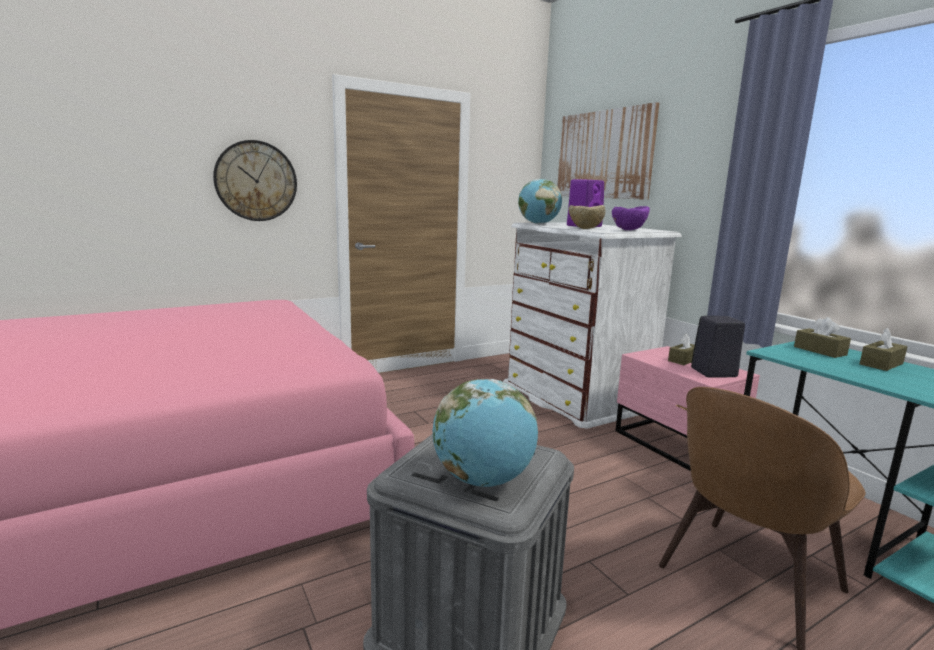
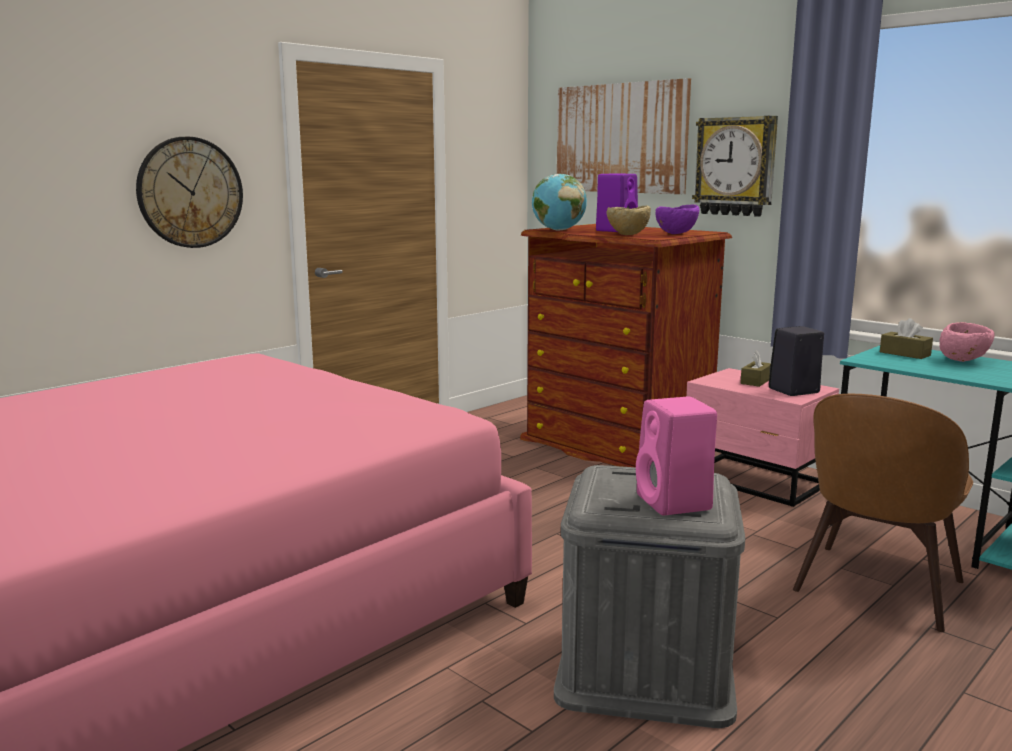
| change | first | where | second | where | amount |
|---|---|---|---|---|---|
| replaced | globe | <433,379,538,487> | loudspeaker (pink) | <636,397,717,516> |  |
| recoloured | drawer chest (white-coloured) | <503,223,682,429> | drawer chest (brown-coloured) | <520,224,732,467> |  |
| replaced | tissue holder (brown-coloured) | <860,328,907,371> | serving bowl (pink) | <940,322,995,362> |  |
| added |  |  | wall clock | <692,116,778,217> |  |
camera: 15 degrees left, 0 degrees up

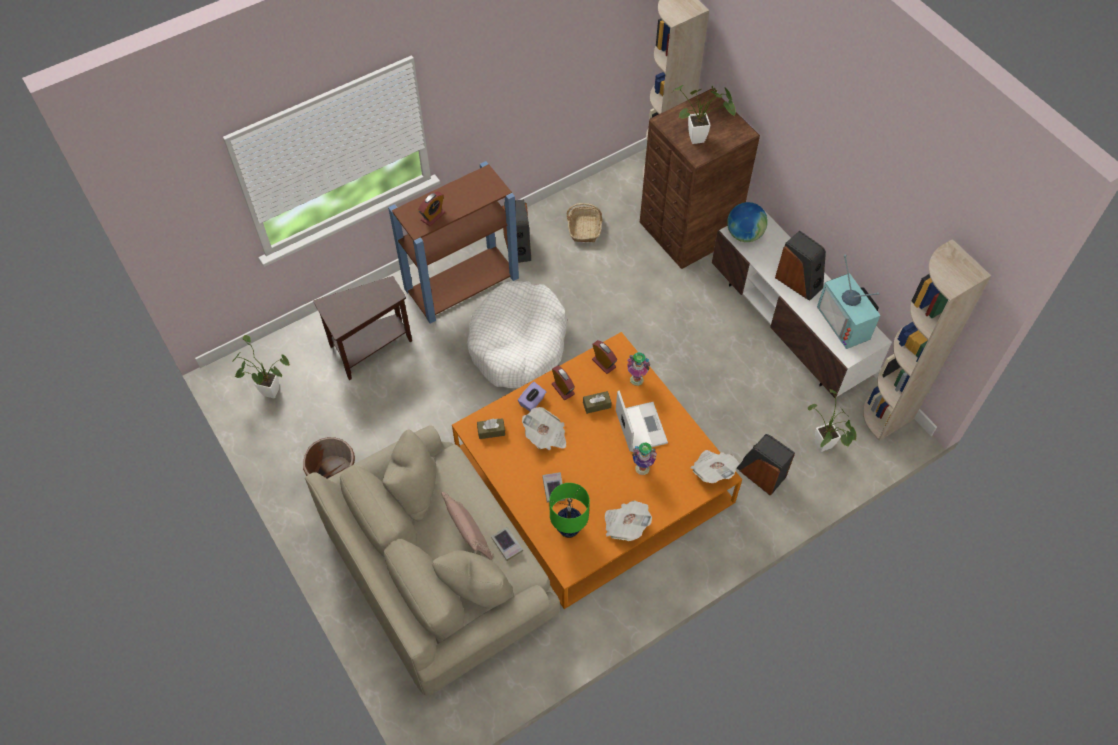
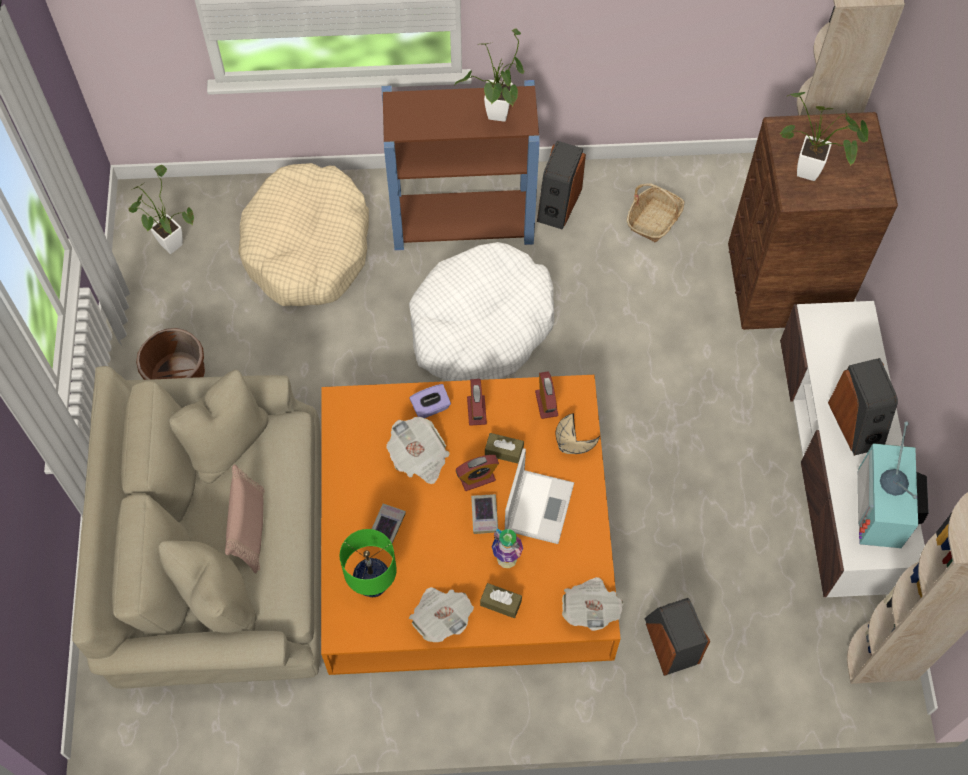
| change | first | where | second | where | amount |
|---|---|---|---|---|---|
| replaced | accent table (brown-coloured) | <313,276,412,380> | dog bed (beige) | <238,163,369,306> |  |
| moved | alarm clock | <418,192,445,226> |  | <456,455,499,491> |  |
| moved | tissue holder (brown-coloured) | <477,418,505,439> |  | <480,583,522,618> |  |
| moved | book | <491,527,523,561> |  | <471,494,498,534> |  |
| replaced | flower vase | <627,352,650,386> | serving bowl (beige) | <556,414,600,454> |  |
| removed | globe | <727,202,768,242> |  |  |  |
| moved | potted plant | <808,389,856,452> |  | <454,28,524,122> |  |
camera: 30 degrees right, 5 degrees up

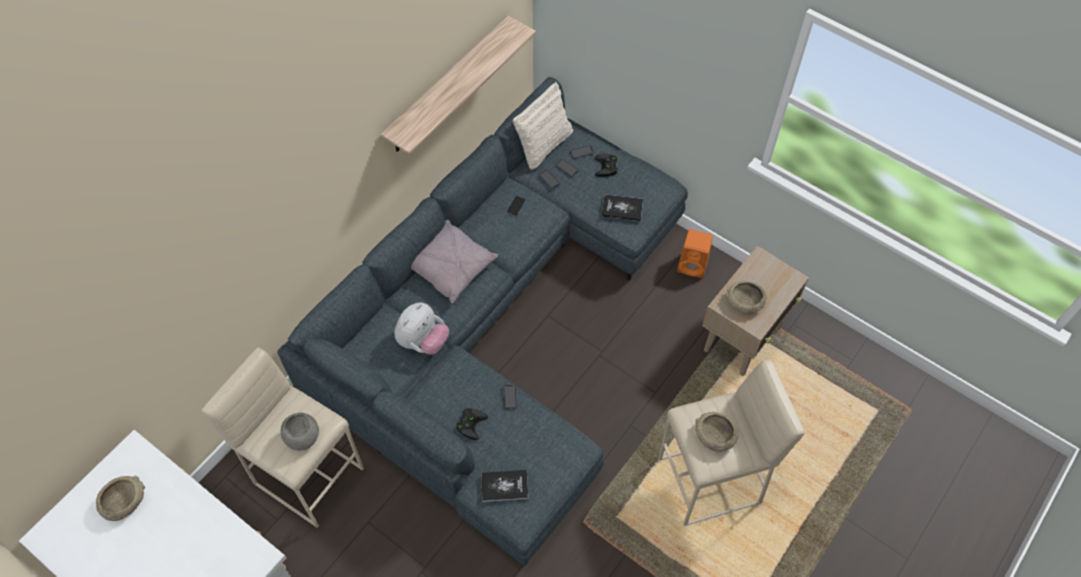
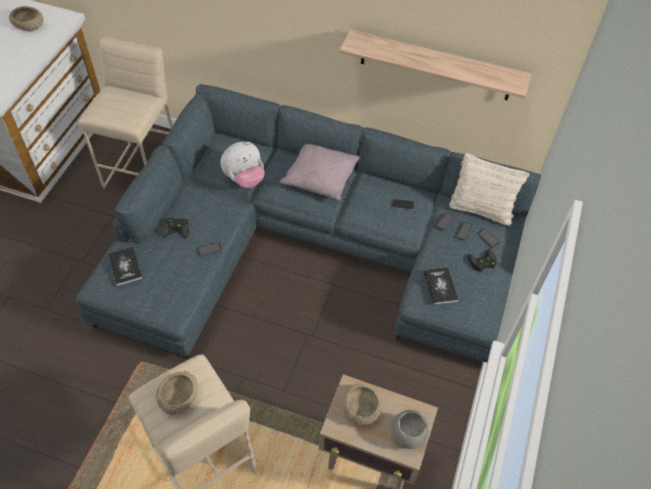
| change | first | where | second | where | amount |
|---|---|---|---|---|---|
| moved | serving bowl (grey) | <281,413,319,451> |  | <391,410,429,449> |  |
| turned | soft toy | <395,302,449,355> |  | <221,142,265,188> | 45 degrees counterclockwise |
| removed | loudspeaker (orange) | <677,229,713,278> |  |  |  |
camera: 70 degrees right, 5 degrees down

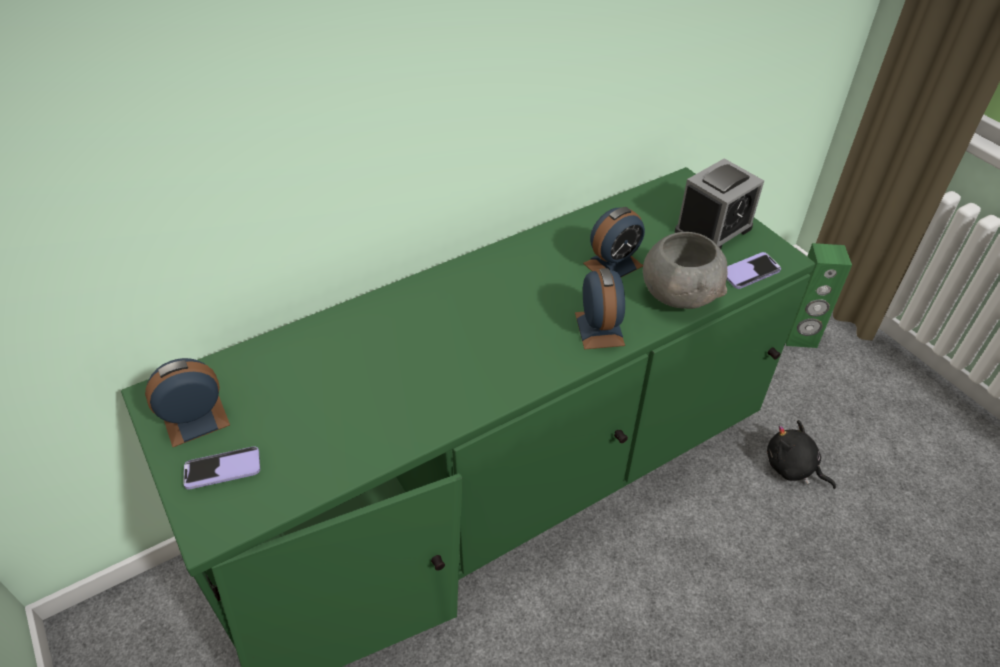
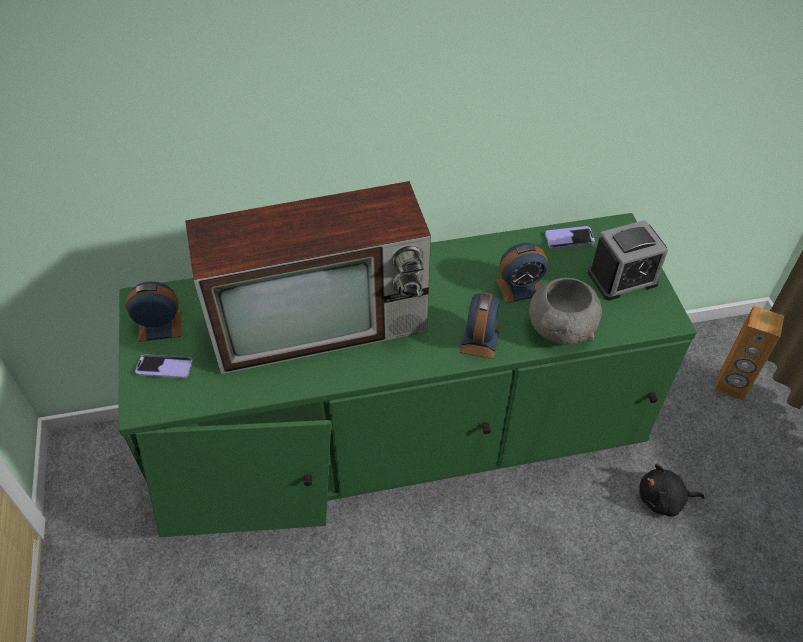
| change | first | where | second | where | amount |
|---|---|---|---|---|---|
| moved | telephone | <727,252,781,289> |  | <545,226,595,249> |  |
| turned | soft toy (black-coloured) | <767,420,836,489> |  | <639,464,704,517> | 60 degrees counterclockwise |
| recoloured | loudspeaker (greenish) | <786,243,852,348> | loudspeaker (brown-coloured) | <714,306,784,401> |  |
| added |  |  | television | <185,181,431,375> |  |
camera: 20 degrees right, 5 degrees up

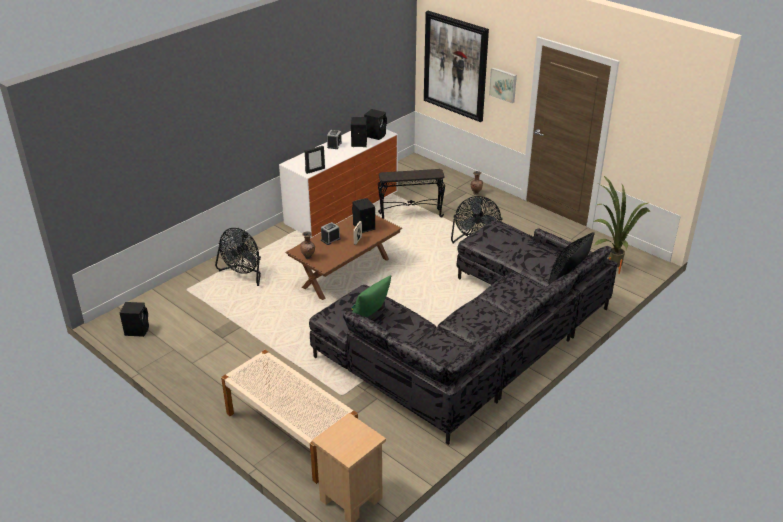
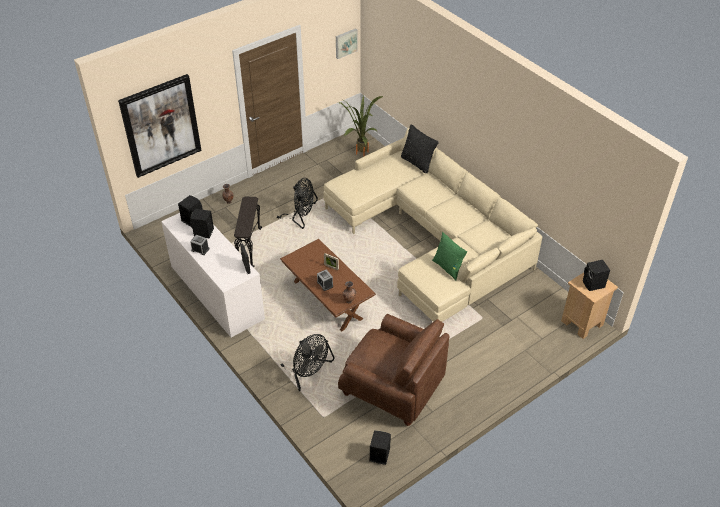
| change | first | where | second | where | amount |
|---|---|---|---|---|---|
| removed | bench (beige) | <221,350,358,484> |  |  |  |
| recoloured | settee (black-coloured) | <309,220,618,445> | settee (beige) | <323,128,543,322> |  |
| moved | loudspeaker (black-coloured) | <352,198,375,233> |  | <583,260,610,291> |  |
| moved | wall art | <489,67,517,103> |  | <336,28,358,59> |  |
| added |  |  | armchair (brown-coloured) | <338,314,449,426> |  |
camera: 80 degrees left, 10 degrees up

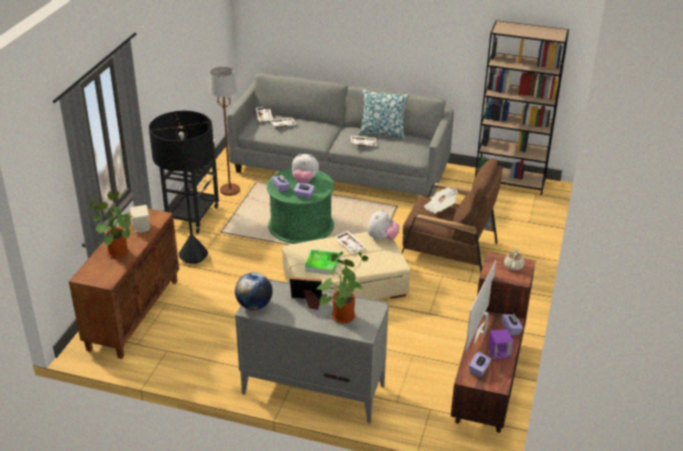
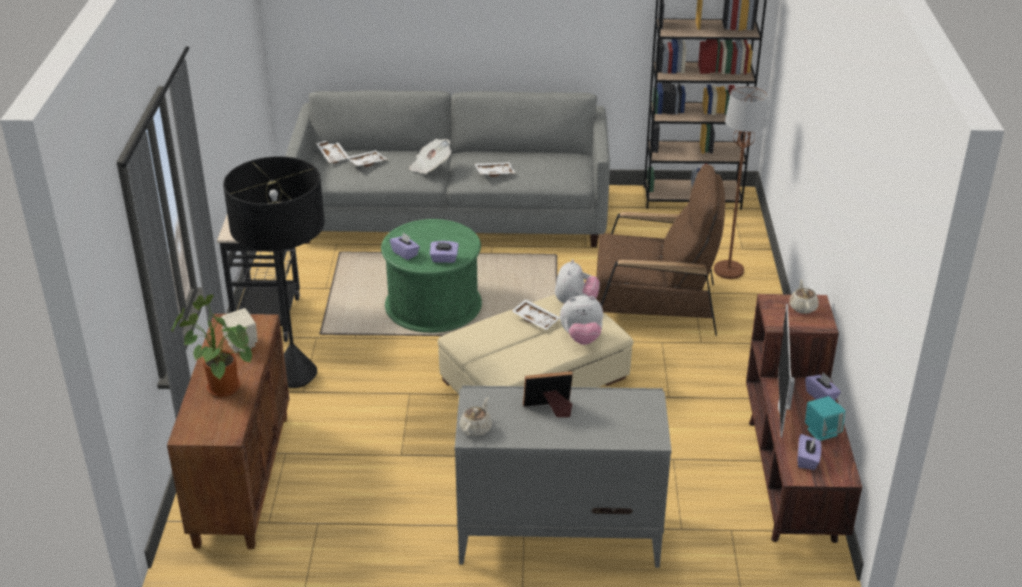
| change | first | where | second | where | amount |
|---|---|---|---|---|---|
| moved | standing lamp (brown-coloured) | <209,67,240,196> |  | <714,86,767,279> |  |
| replaced | globe | <235,272,273,310> | teapot (beige) | <460,397,492,436> |  |
| moved | soft toy | <292,154,319,183> |  | <560,296,603,345> |  |
| removed | carrying tray | <305,249,340,275> |  |  |  |
| removed | potted plant | <317,252,369,324> |  |  |  |
| removed | pillow | <358,89,409,139> |  |  |  |
| moved | printed paper | <424,188,458,214> |  | <409,139,451,175> |  |
| recoloured | loudspeaker (purple-coloured) | <489,329,513,359> | loudspeaker (turquoise-coloured) | <805,396,845,441> |  |
camera: 15 degrees left, 0 degrees up

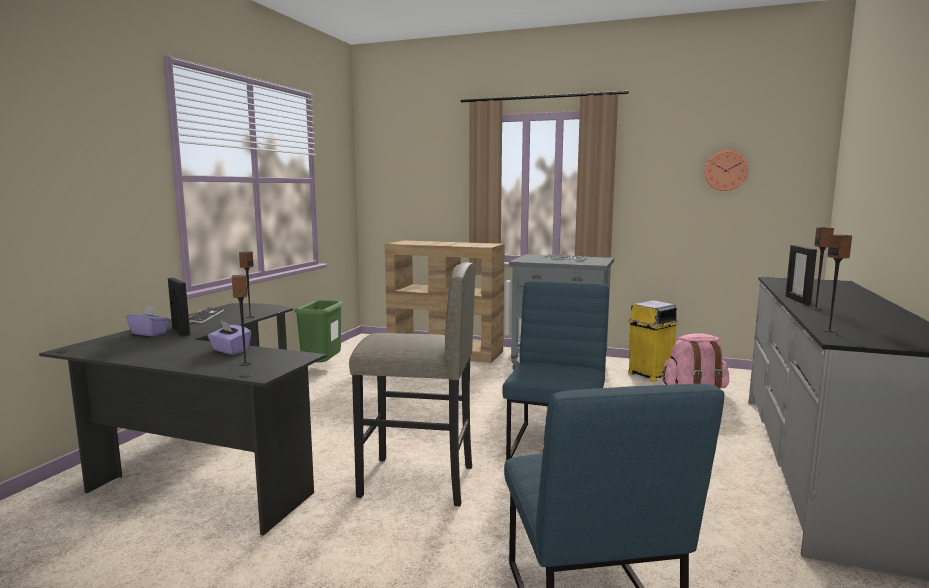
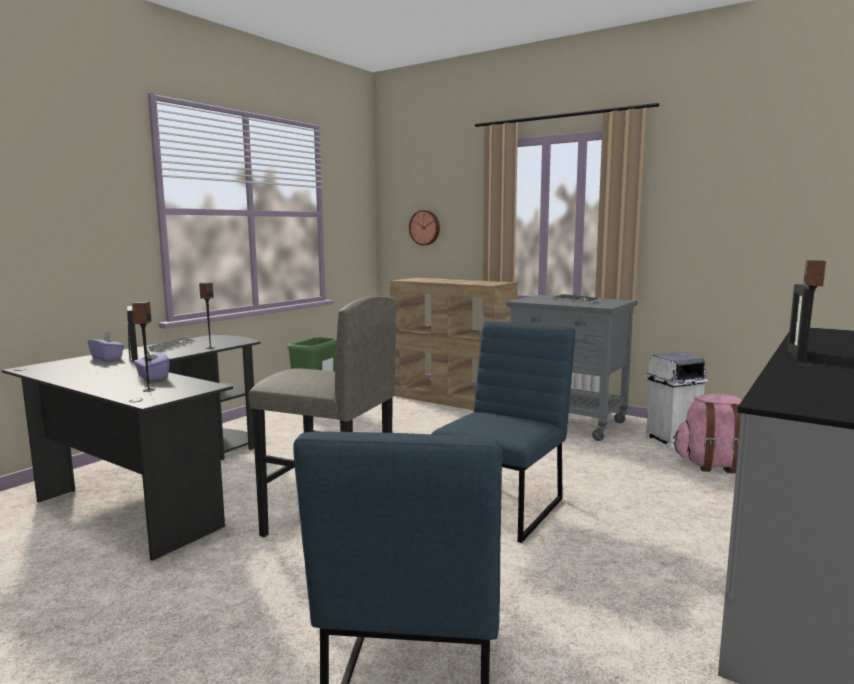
| change | first | where | second | where | amount |
|---|---|---|---|---|---|
| recoloured | waste bin (yellow) | <628,300,679,382> | waste bin (white-coloured) | <645,352,708,449> |  |
| moved | wall clock | <705,150,748,191> |  | <409,210,440,245> |  |
| removed | loudspeaker | <823,235,852,332> |  |  |  |
camera: 15 degrees right, 0 degrees up

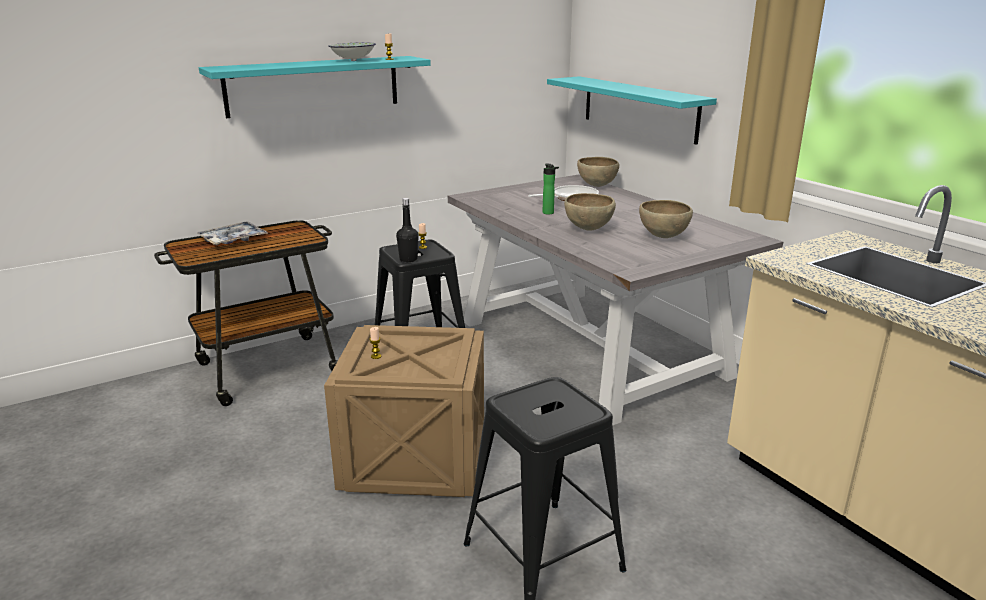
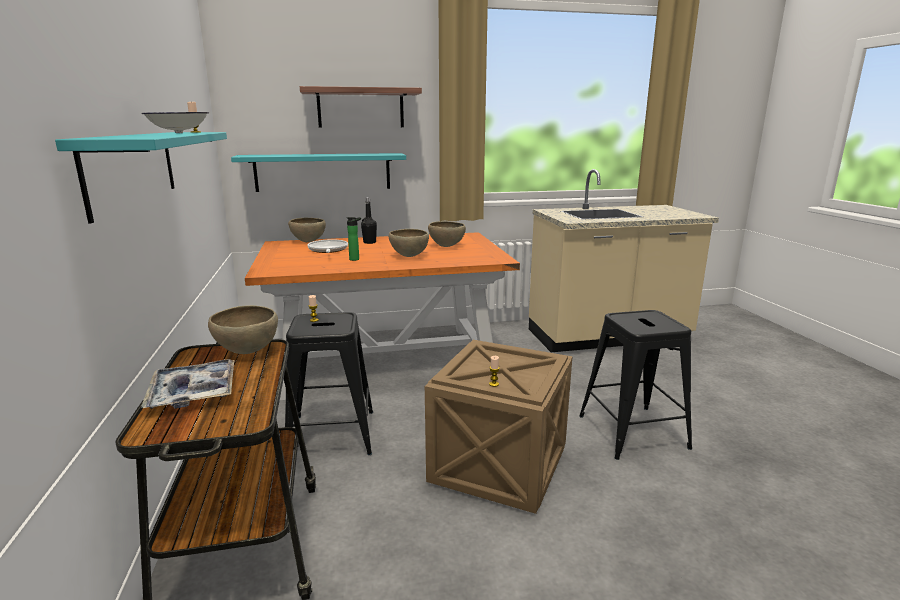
| change | first | where | second | where | amount |
|---|---|---|---|---|---|
| moved | beverage bottle (black-coloured) | <396,198,419,262> |  | <361,197,377,244> |  |
| recoloured | kitchen table (grey) | <448,174,783,425> | kitchen table (orange) | <245,232,520,400> |  |
| added |  |  | serving bowl (brown-coloured) | <208,305,278,354> |  |
| added |  |  | bracket shelf | <300,86,422,128> |  |
camera: 70 degrees left, 5 degrees down

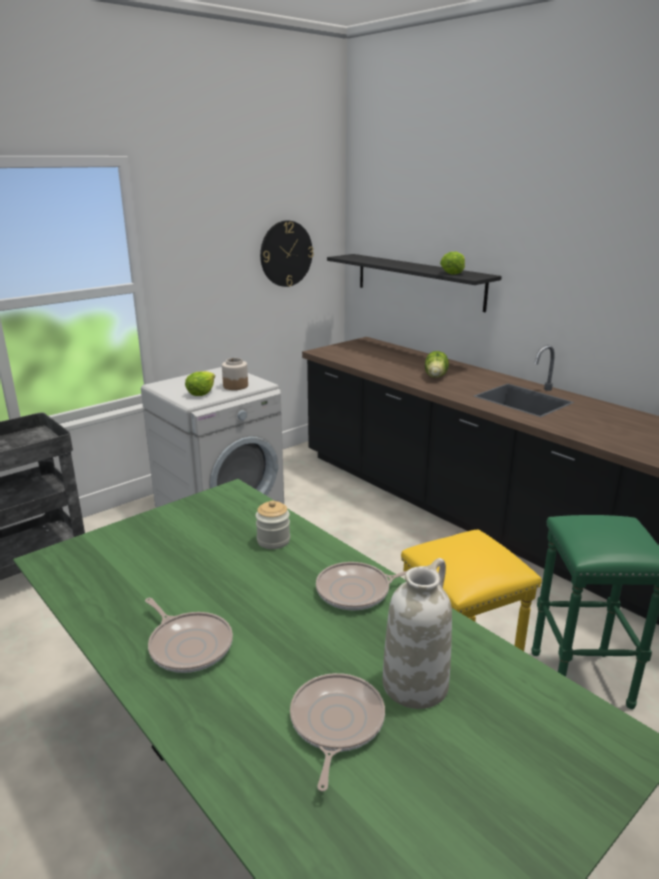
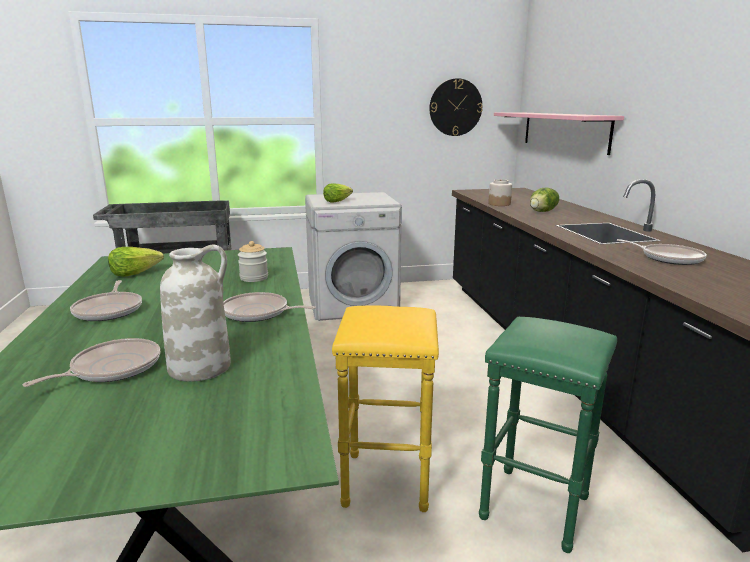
| change | first | where | second | where | amount |
|---|---|---|---|---|---|
| moved | jar | <222,358,248,390> |  | <488,179,512,206> |  |
| recoloured | bracket shelf (black-coloured) | <327,254,502,312> | bracket shelf (pink) | <494,113,624,155> |  |
| moved | lettuce | <440,252,465,275> |  | <108,247,164,277> |  |
| added |  |  | frying pan | <617,239,707,265> |  |
camera: 30 degrees right, 5 degrees down

